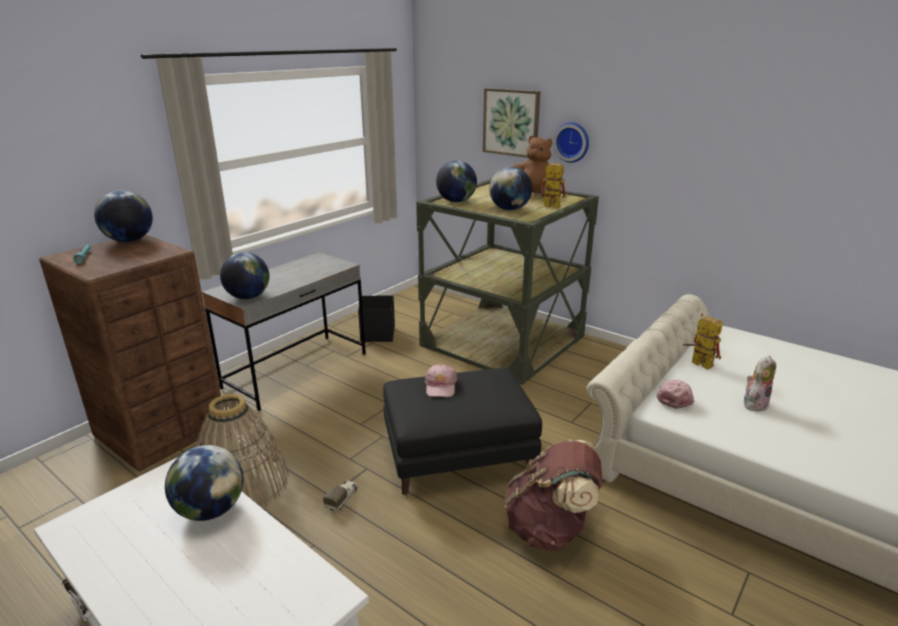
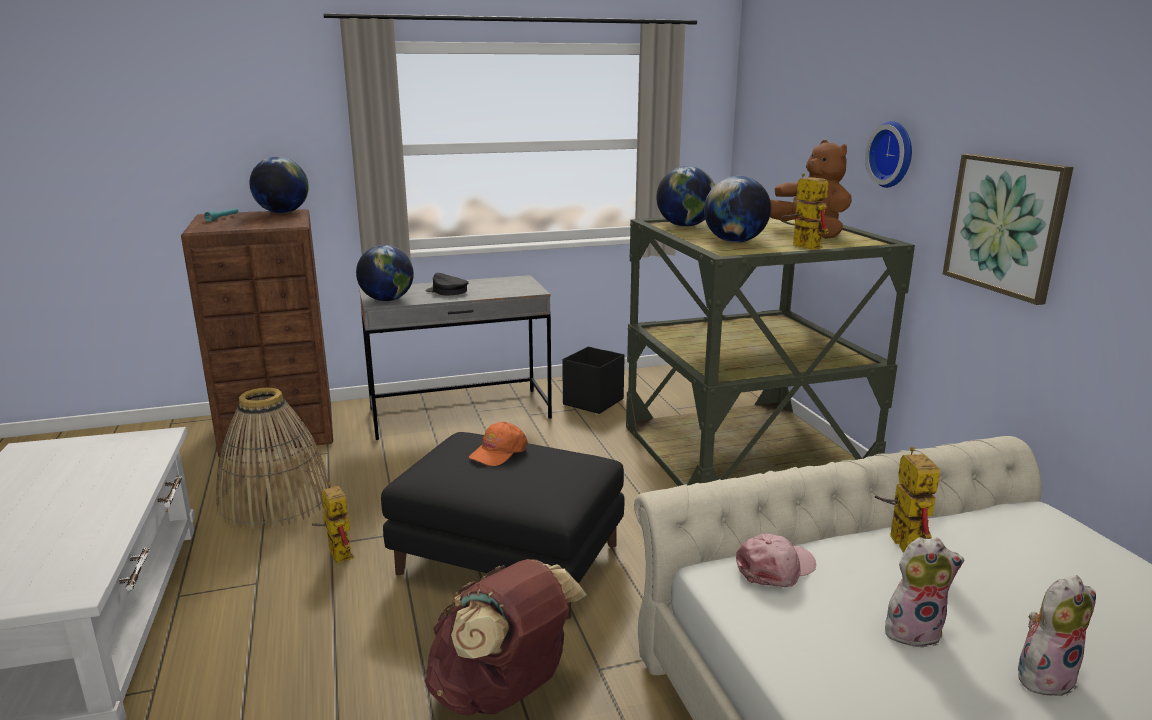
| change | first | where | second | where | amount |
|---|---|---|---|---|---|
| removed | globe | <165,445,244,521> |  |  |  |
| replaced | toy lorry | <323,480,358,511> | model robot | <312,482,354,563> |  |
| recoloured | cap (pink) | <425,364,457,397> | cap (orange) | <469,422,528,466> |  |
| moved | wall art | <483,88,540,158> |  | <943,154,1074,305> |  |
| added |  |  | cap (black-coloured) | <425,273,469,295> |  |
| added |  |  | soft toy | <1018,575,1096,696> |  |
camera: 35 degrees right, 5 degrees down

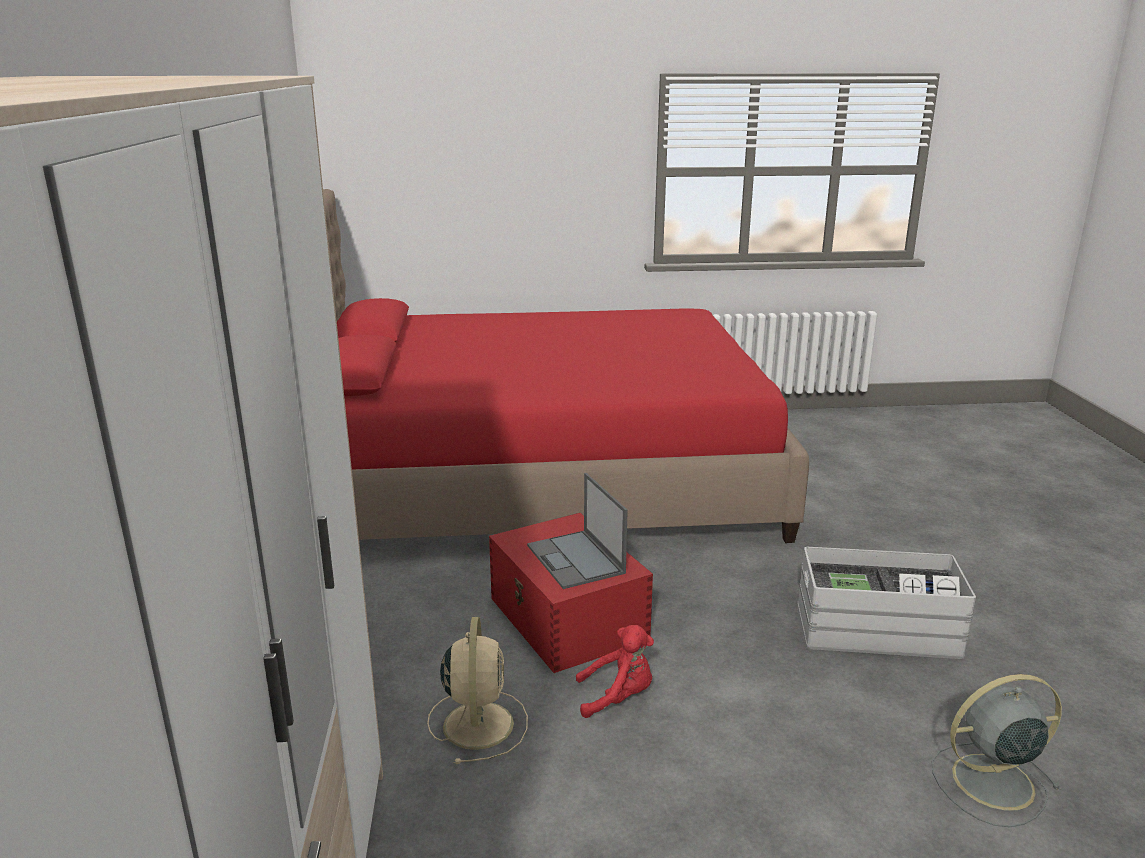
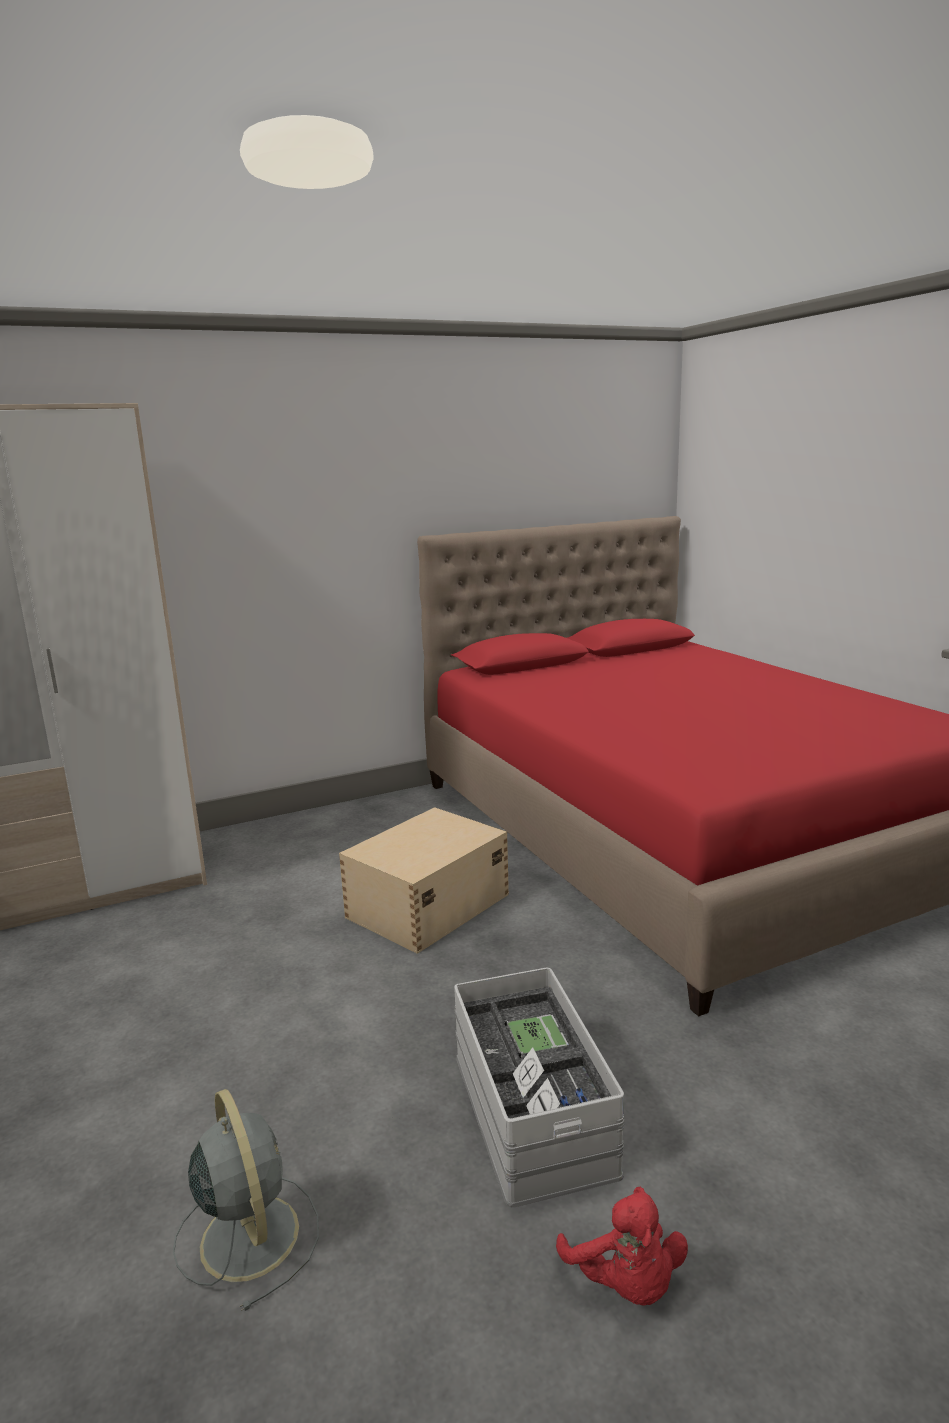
| change | first | where | second | where | amount |
|---|---|---|---|---|---|
| removed | electric fan (beige) | <427,617,528,764> |  |  |  |
| recoloured | storage container (reddish) | <489,513,653,673> | storage container (beige) | <339,807,509,954> |  |
| removed | notebook computer | <527,473,628,589> |  |  |  |
| moved | soft toy (reddish) | <576,625,654,718> |  | <556,1187,688,1306> |  |
camera: 70 degrees right, 5 degrees down

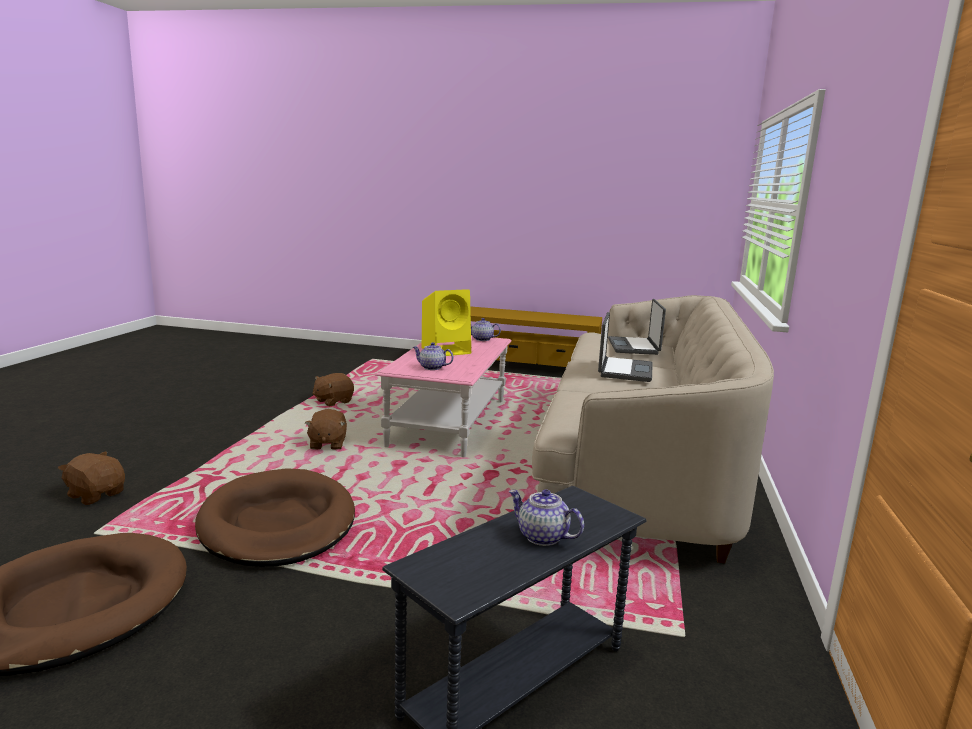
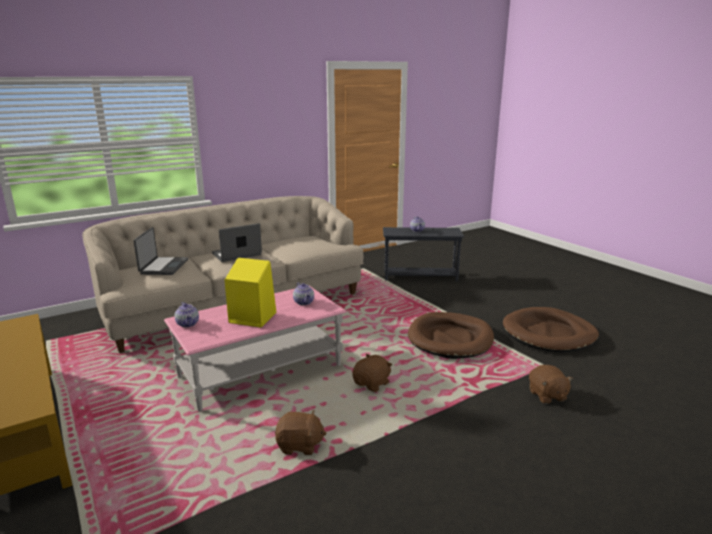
| change | first | where | second | where | amount |
|---|---|---|---|---|---|
| turned | notebook computer | <608,299,666,355> |  | <133,227,188,275> | 45 degrees counterclockwise |
camera: 135 degrees left, 5 degrees up

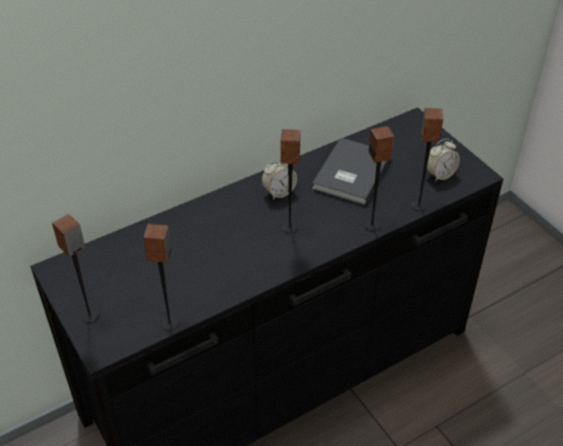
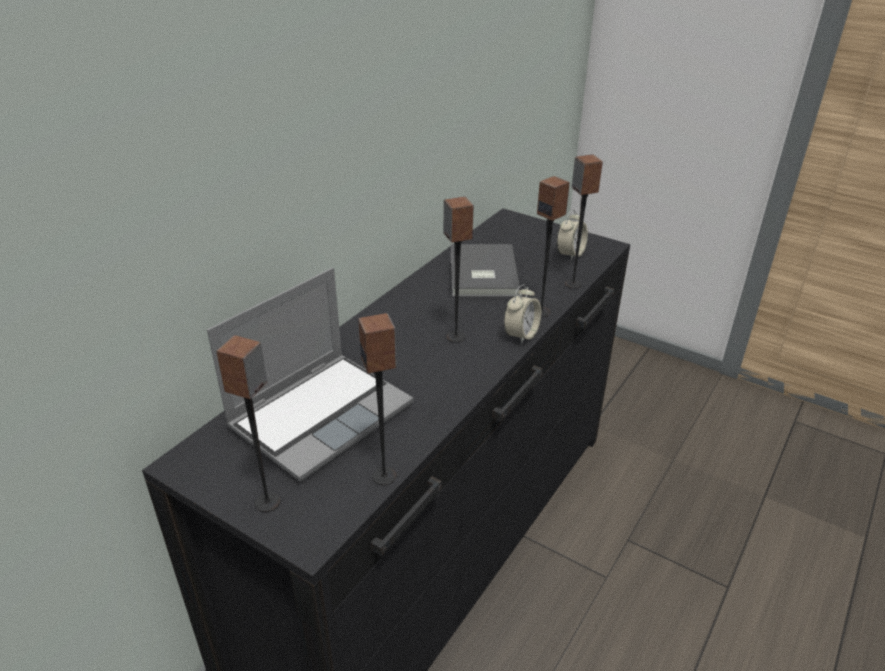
| change | first | where | second | where | amount |
|---|---|---|---|---|---|
| moved | alarm clock | <261,156,297,199> |  | <504,284,541,344> |  |
| added |  |  | notebook computer | <207,268,414,482> |  |
camera: 25 degrees left, 10 degrees down

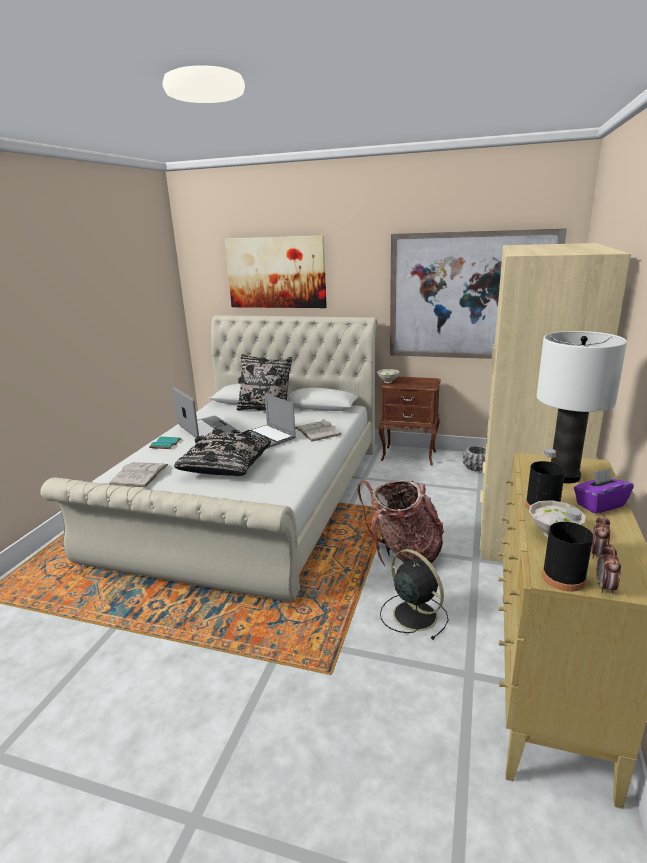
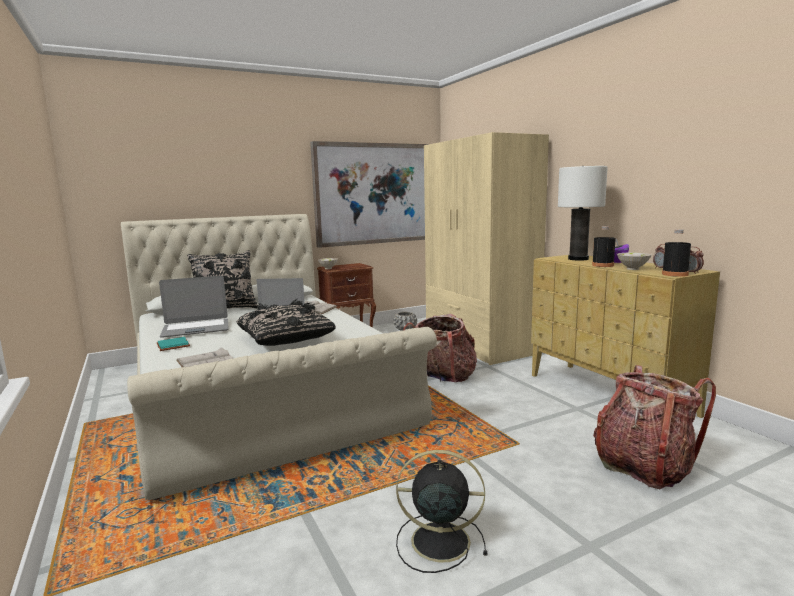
| change | first | where | second | where | amount |
|---|---|---|---|---|---|
| turned | notebook computer | <172,387,237,439> |  | <159,276,229,338> | 150 degrees clockwise |
| removed | wall art | <225,235,327,308> |  |  |  |
| moved | electric fan (black-coloured) | <380,549,448,640> |  | <396,450,487,573> |  |
| added |  |  | backpack | <593,365,716,489> |  |
camera: 45 degrees left, 10 degrees down

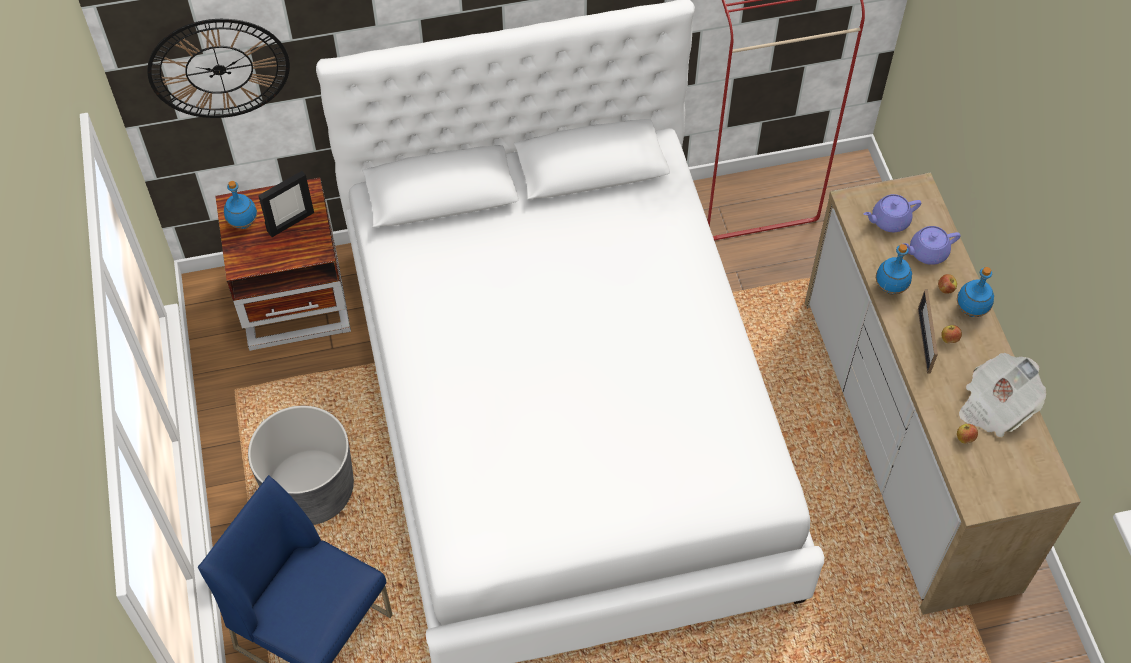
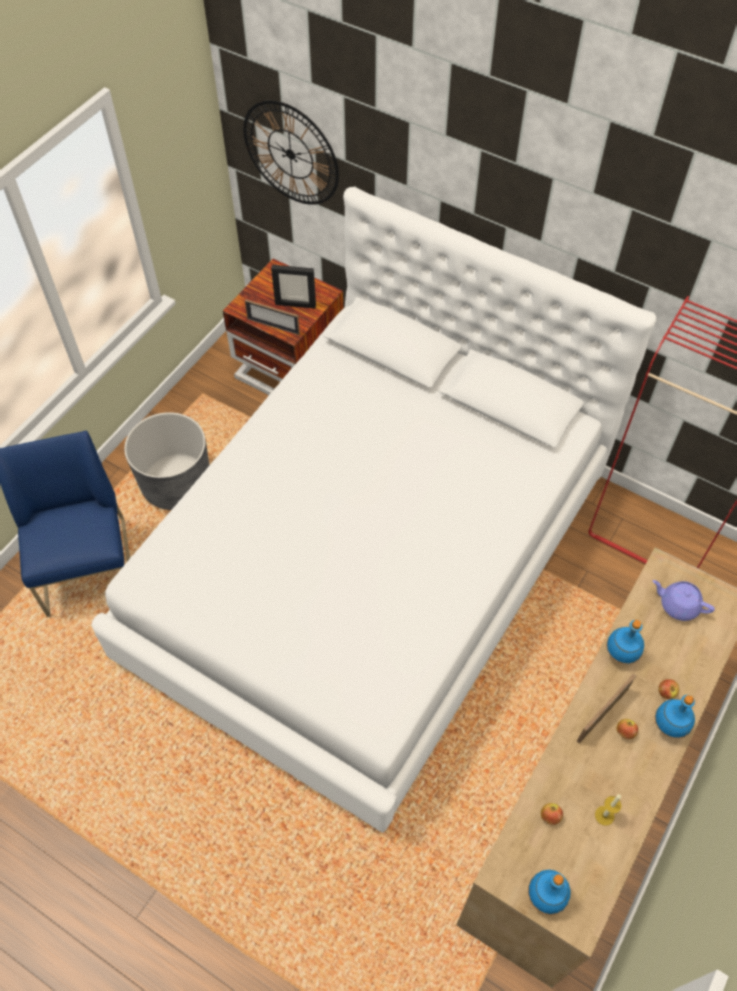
| change | first | where | second | where | amount |
|---|---|---|---|---|---|
| moved | beverage bottle (blue) | <224,181,257,229> |  | <528,870,570,915> |  |
| removed | teapot (purple-coloured) | <903,226,961,265> |  |  |  |
| replaced | printed paper | <959,353,1046,437> | candle | <595,794,622,826> |  |
| added |  |  | picture frame | <245,299,300,335> |  |
camera: 45 degrees right, 0 degrees up

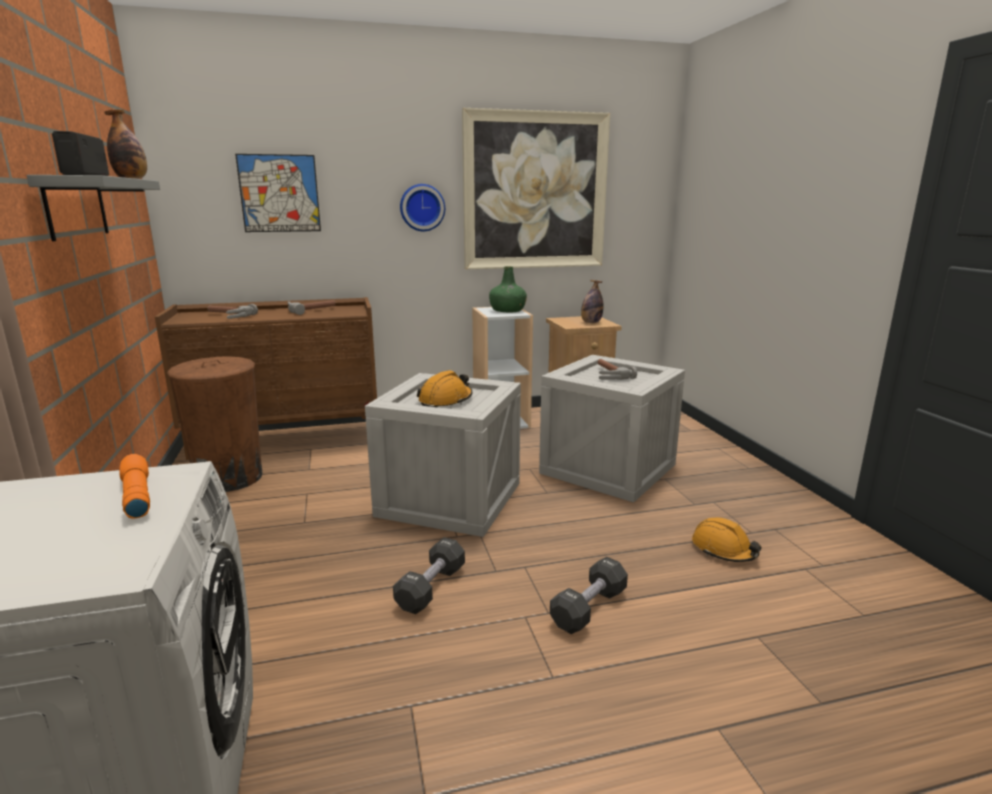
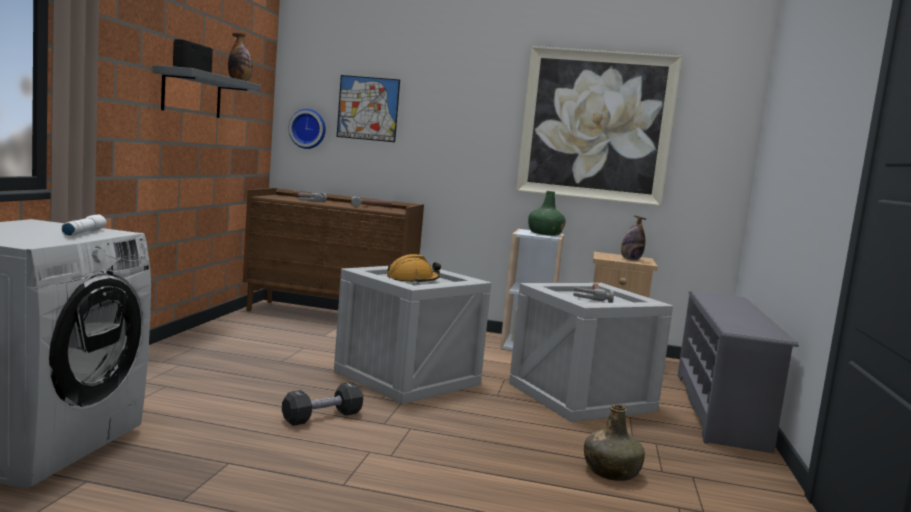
| change | first | where | second | where | amount |
|---|---|---|---|---|---|
| recoloured | flashlight (orange) | <119,454,150,518> | flashlight (white-coloured) | <62,214,107,236> |  |
| removed | waste bin (brown-coloured) | <167,356,263,492> |  |  |  |
| moved | wall clock | <400,184,445,231> |  | <289,109,326,149> |  |
| removed | hand weight (black-coloured) | <550,557,628,634> |  |  |  |
| replaced | safety helmet (orange) | <692,518,762,562> | beverage bottle (greenish) | <584,404,645,481> |  |
| added |  |  | shoe shelf (grey) | <677,291,799,453> |  |
camera: 25 degrees right, 10 degrees down

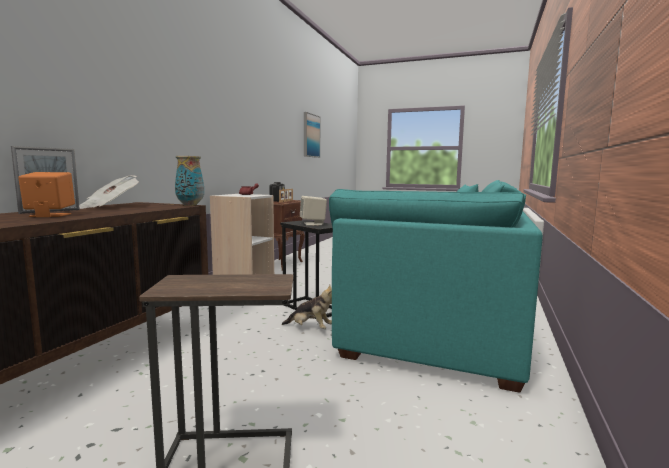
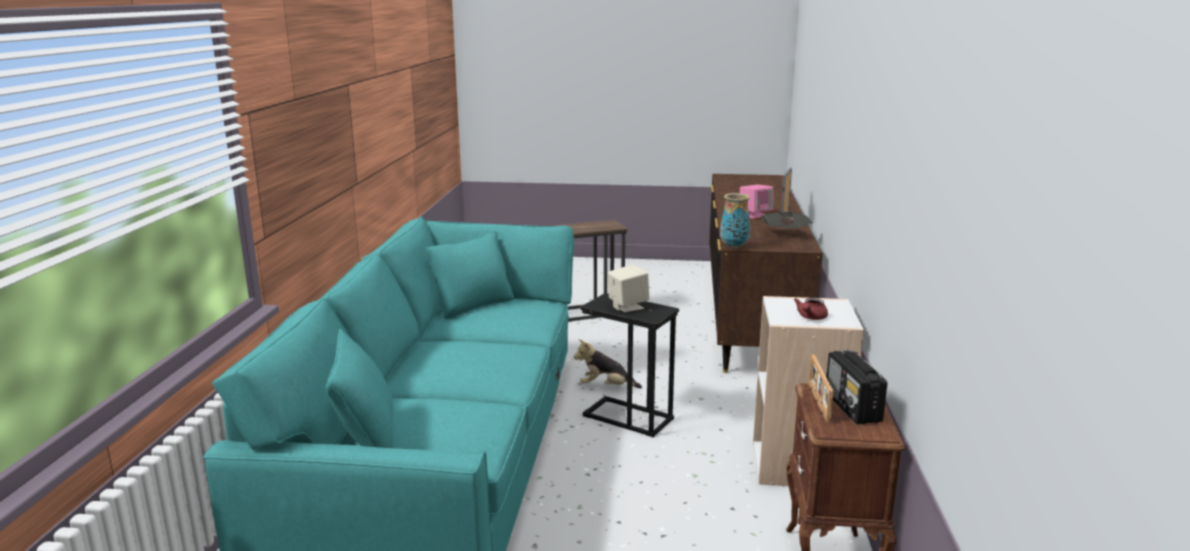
| change | first | where | second | where | amount |
|---|---|---|---|---|---|
| recoloured | loudspeaker (orange) | <18,172,75,217> | loudspeaker (pink) | <740,184,773,219> |  |
| removed | wall art | <304,112,320,158> |  |  |  |
camera: 165 degrees right, 10 degrees up

